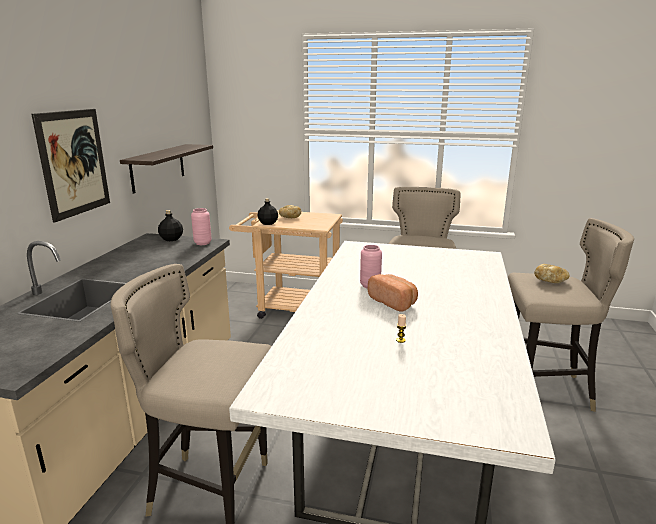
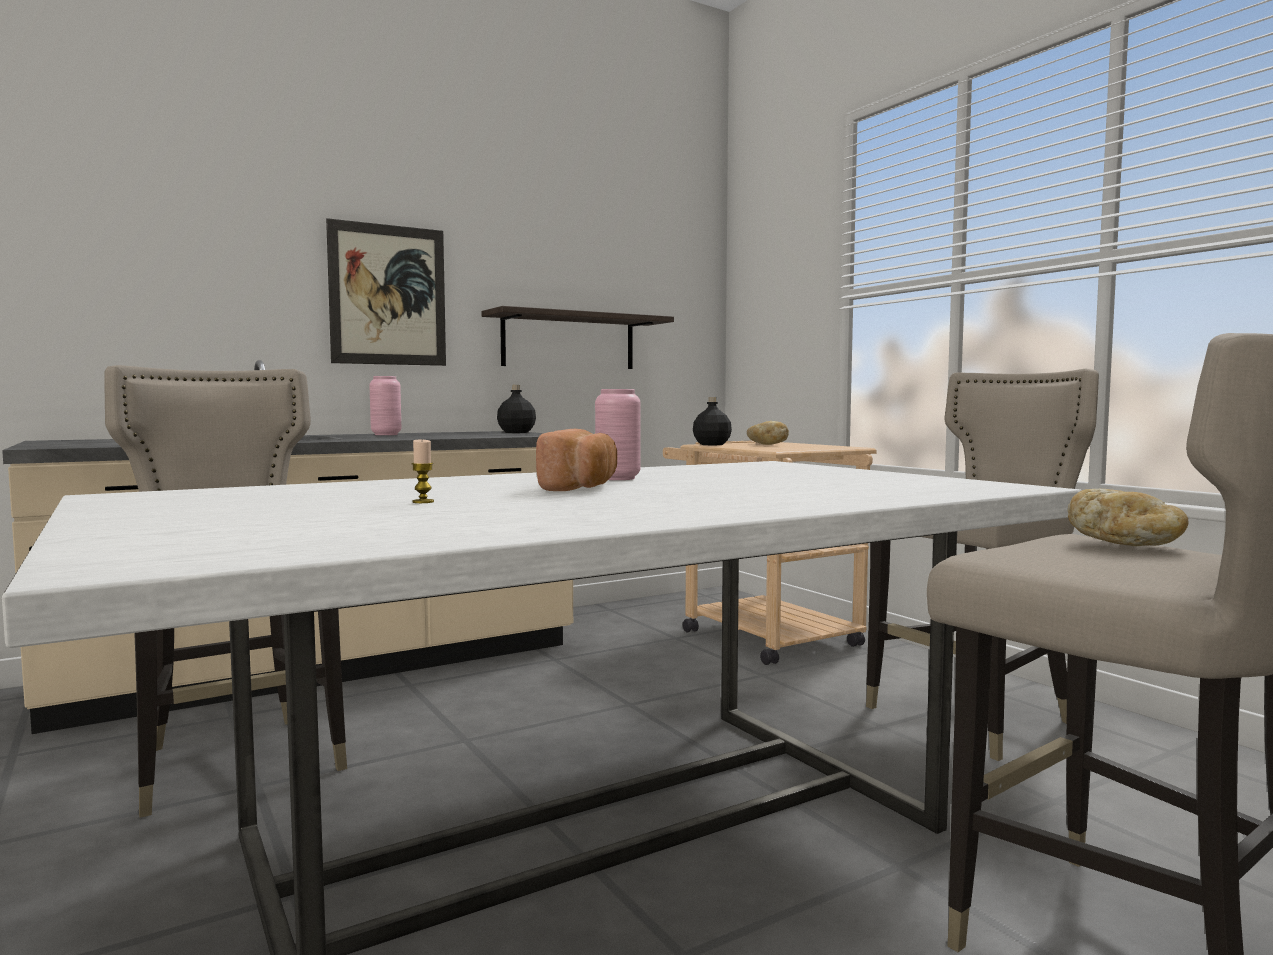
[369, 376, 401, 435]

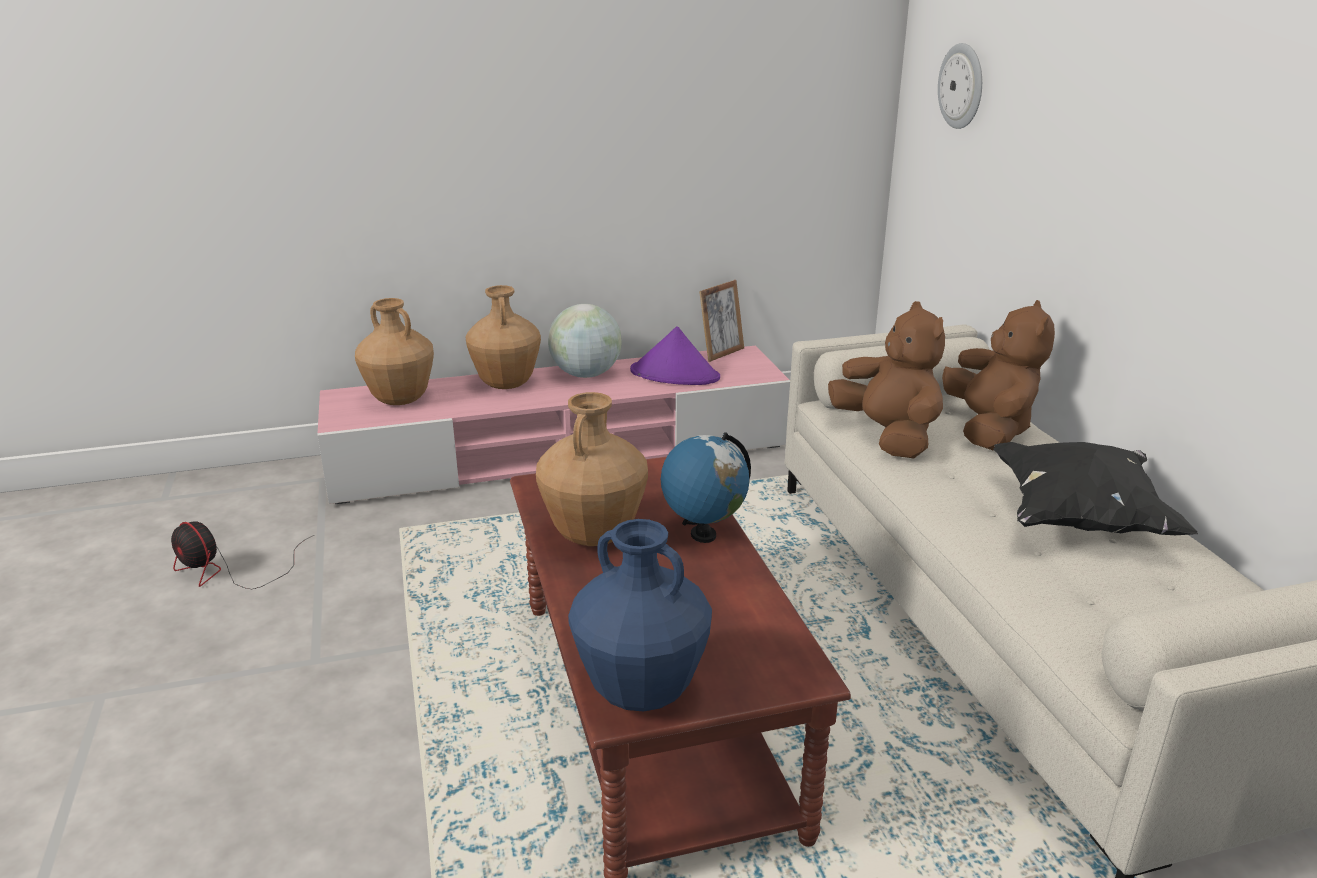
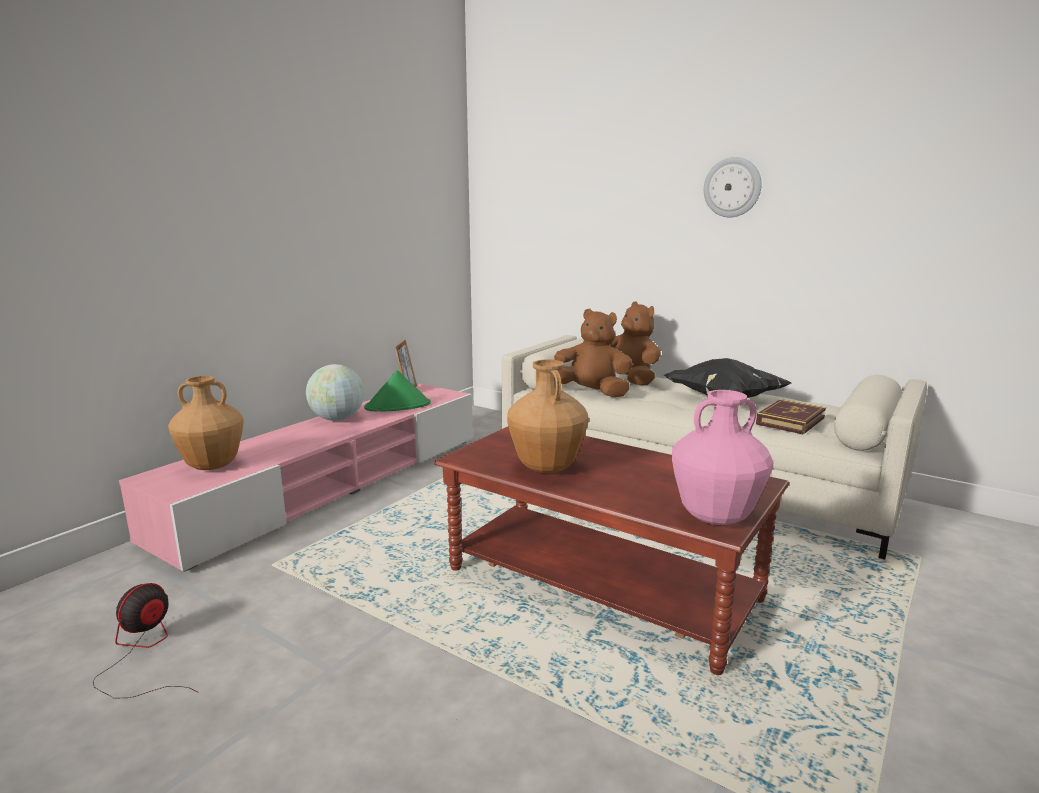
[93, 583, 197, 699]
[364, 370, 431, 411]
[672, 390, 774, 525]
[704, 157, 762, 217]
[756, 399, 826, 435]
[466, 285, 541, 389] (first image)
[661, 432, 751, 543] (first image)

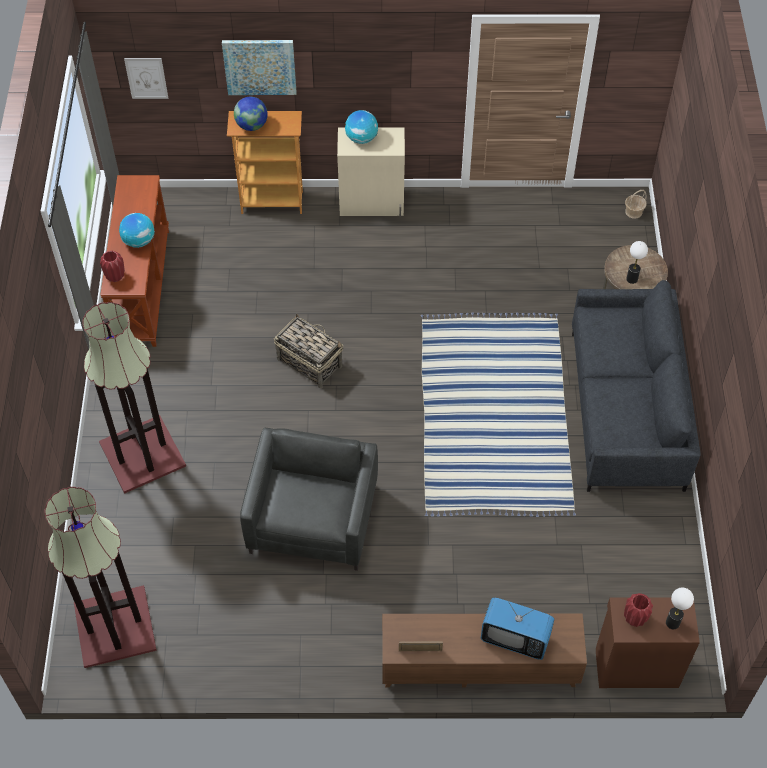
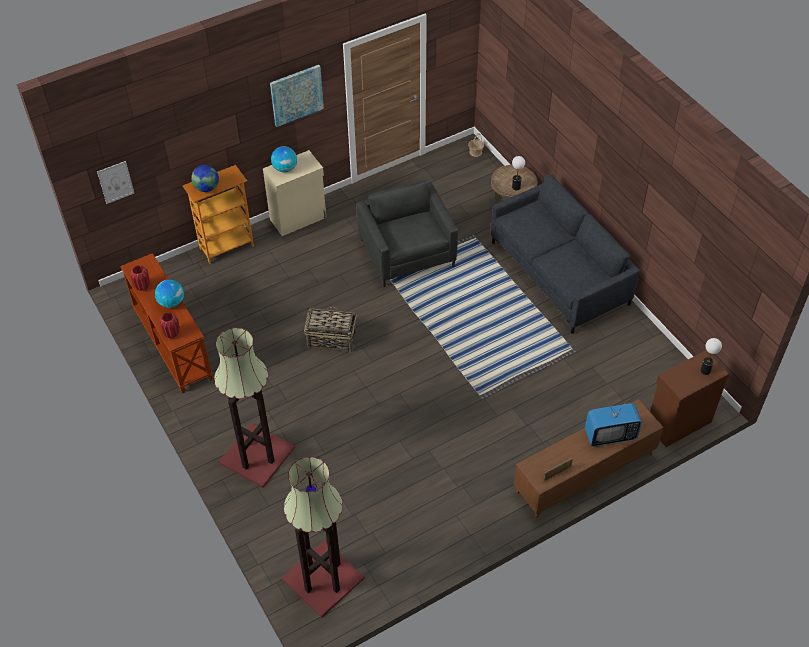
[130, 265, 150, 291]
[270, 65, 324, 127]
[357, 180, 458, 287]

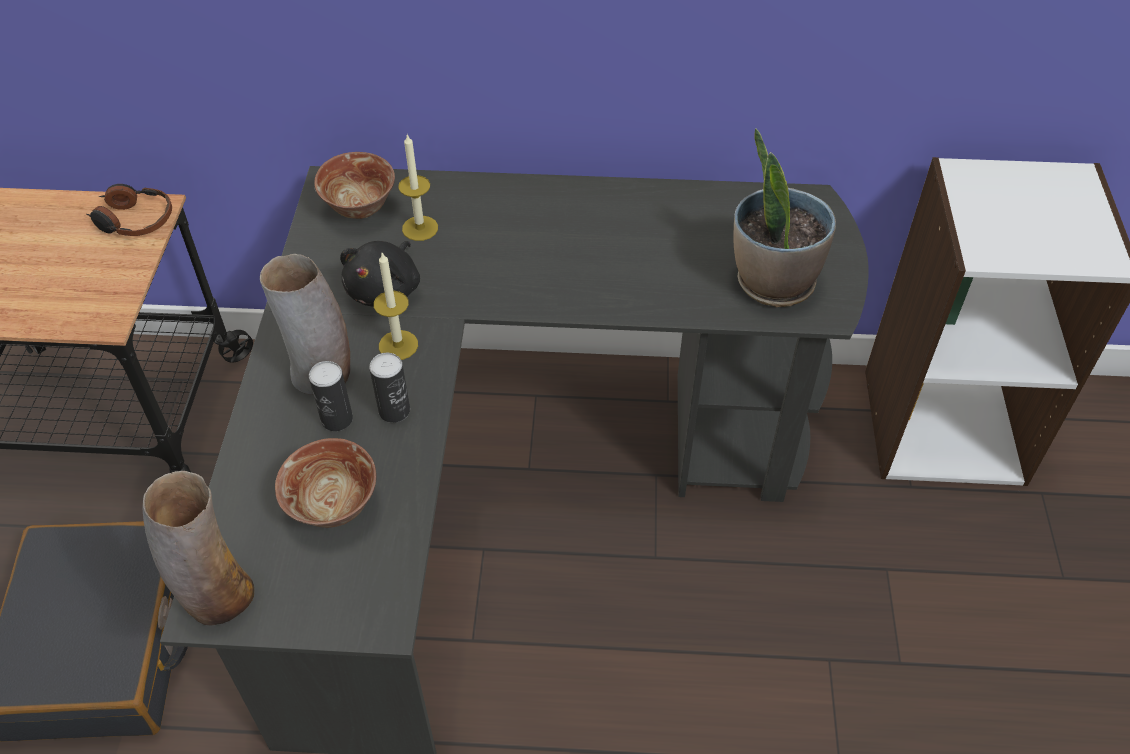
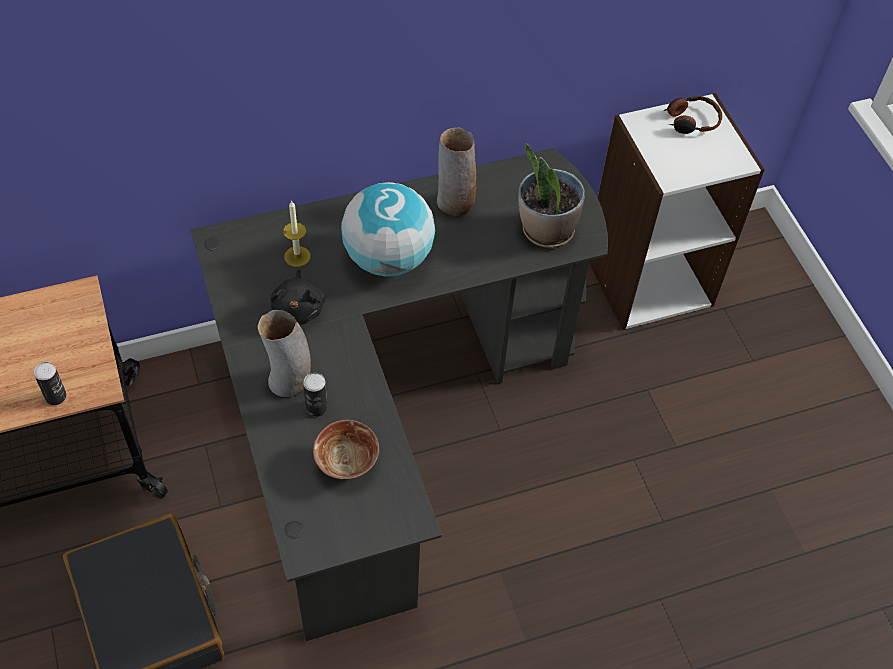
[34, 362, 67, 405]
[341, 182, 435, 277]
[437, 128, 476, 217]
[664, 96, 722, 134]
[314, 152, 395, 219] (first image)
[374, 253, 418, 360] (first image)

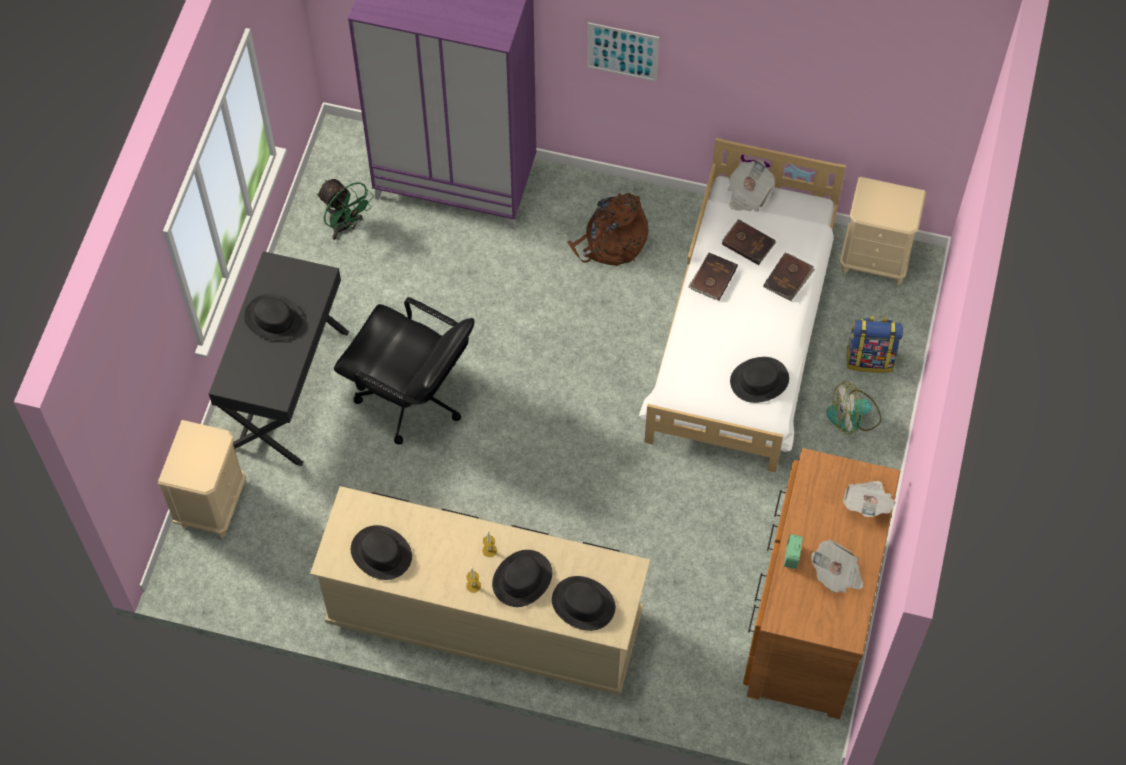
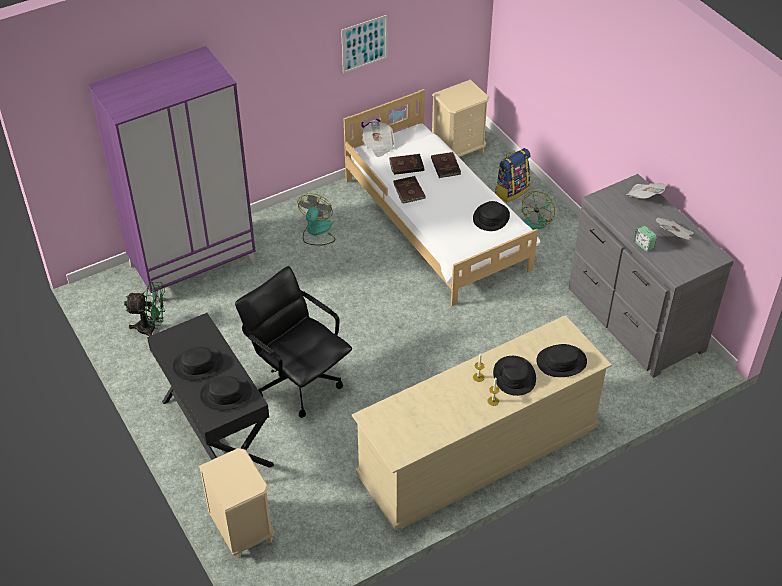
[200, 376, 252, 410]
[235, 266, 352, 418]
[297, 193, 335, 246]
[341, 15, 387, 73]
[569, 174, 734, 378]

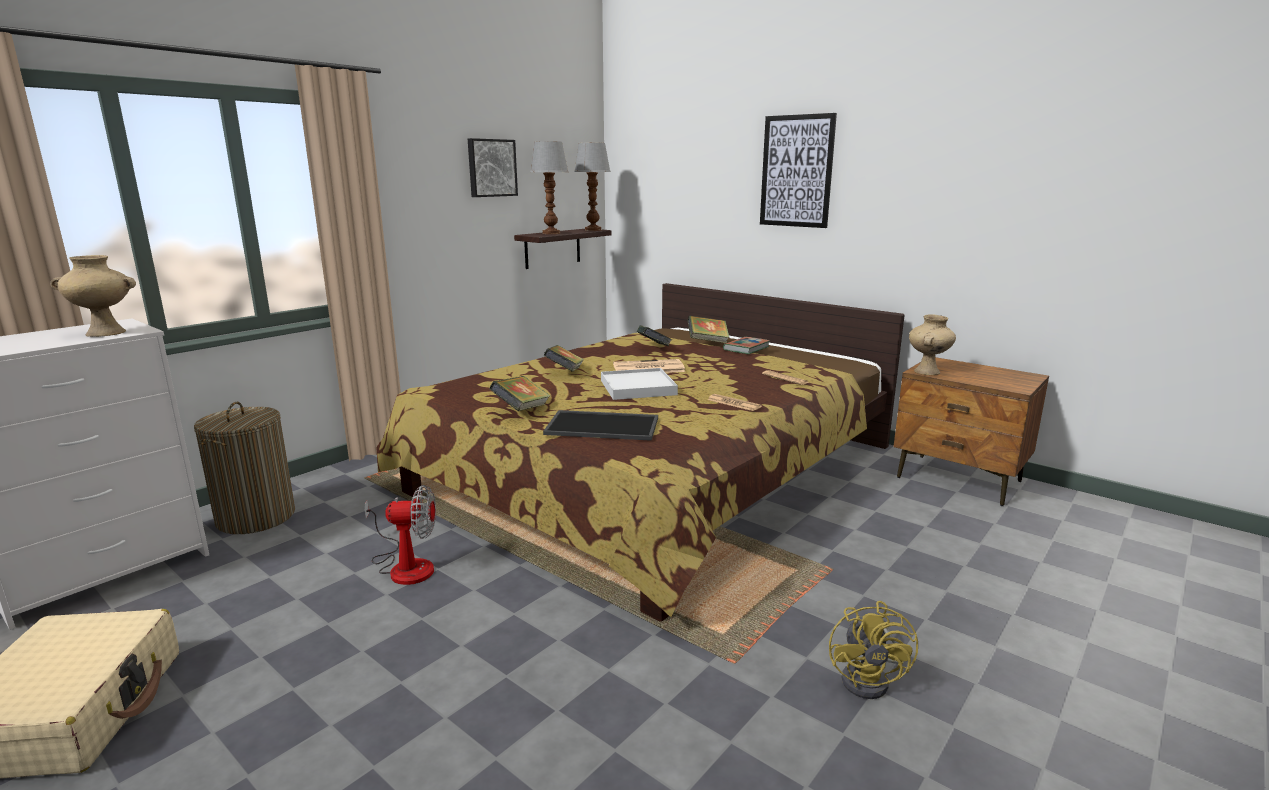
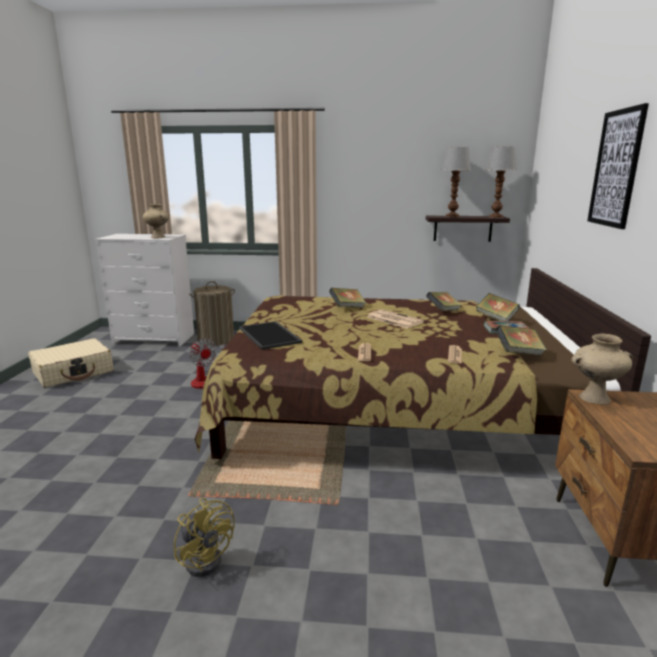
[174, 498, 235, 577]
[496, 325, 547, 356]
[468, 138, 518, 197] (first image)
[601, 368, 678, 400] (first image)

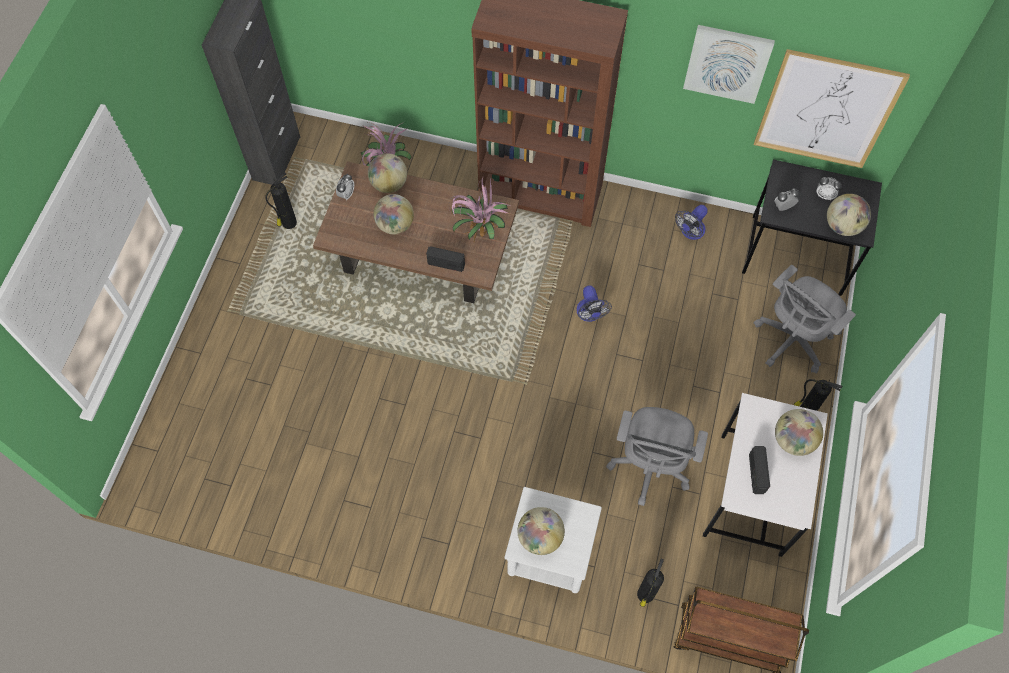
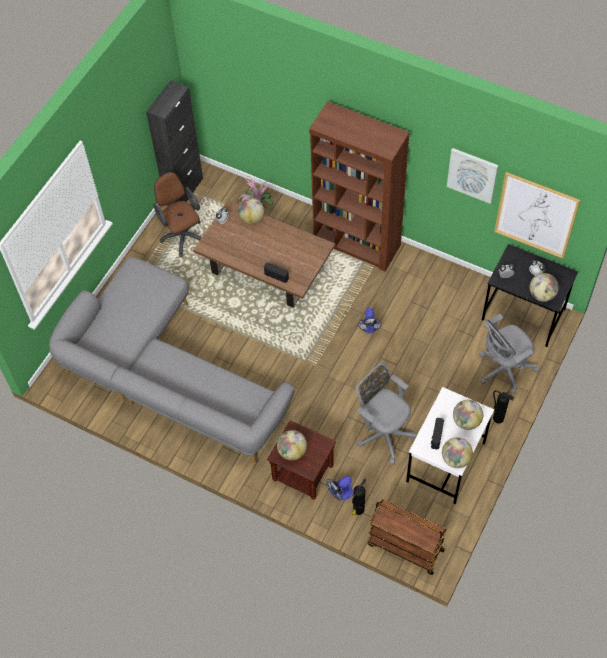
[49, 257, 295, 463]
[153, 172, 202, 257]
[267, 420, 336, 500]
[326, 476, 353, 501]
[356, 363, 417, 464]
[442, 437, 473, 468]
[449, 177, 510, 241] (first image)

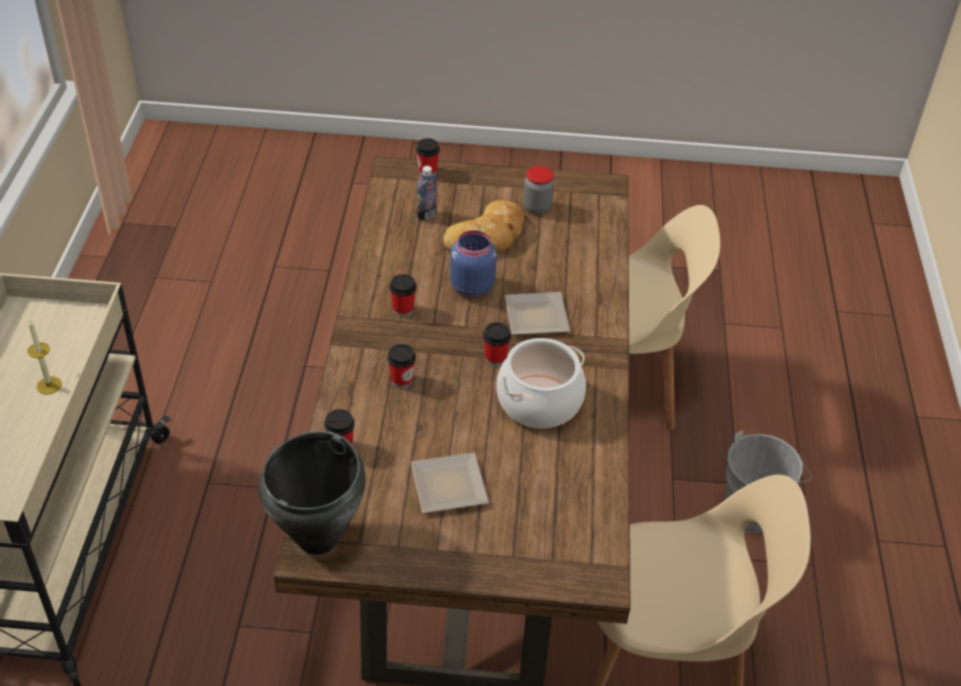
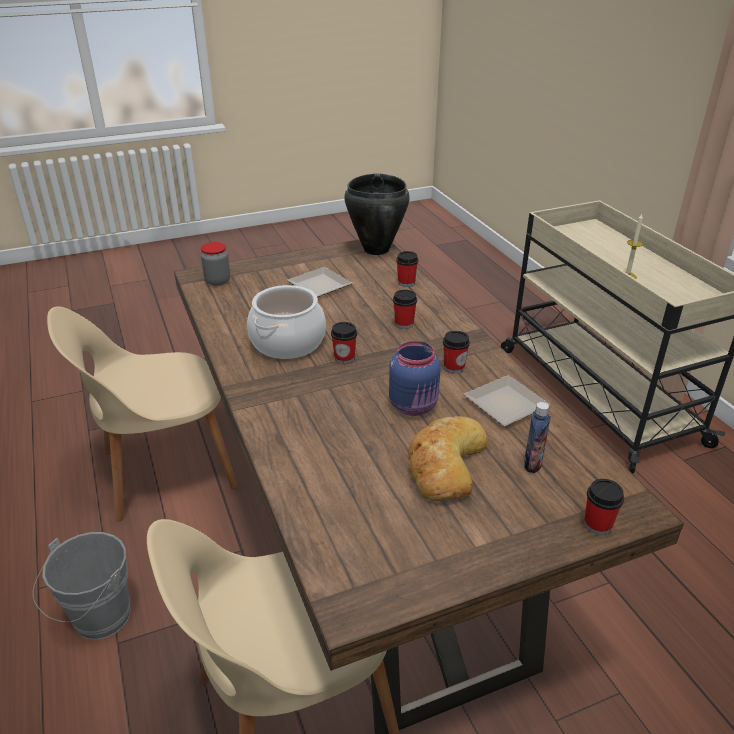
[201, 242, 230, 286]
[463, 375, 551, 427]

